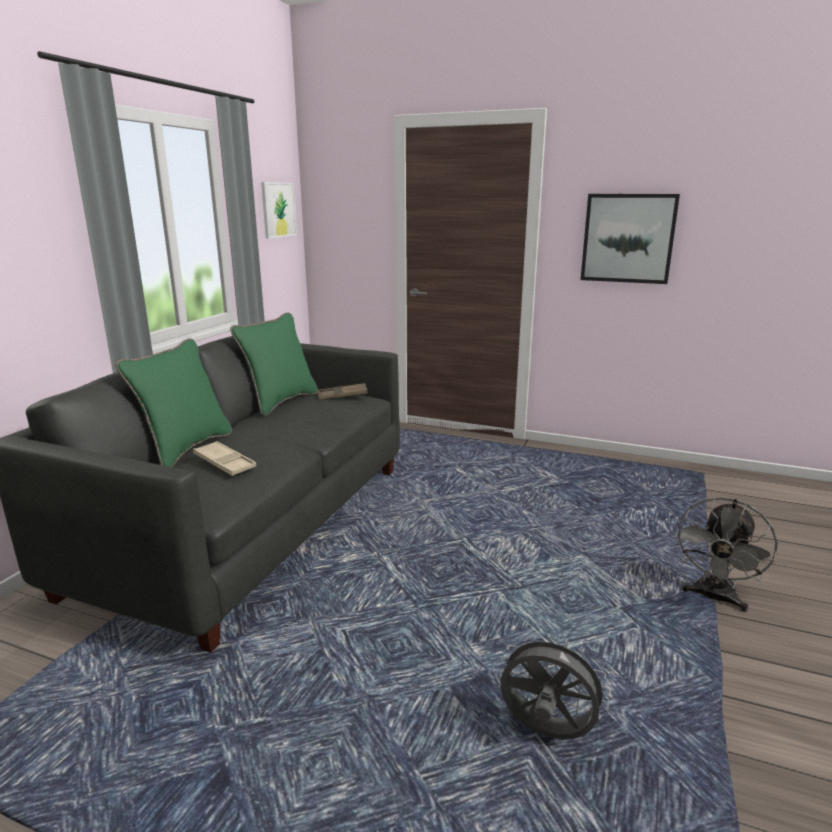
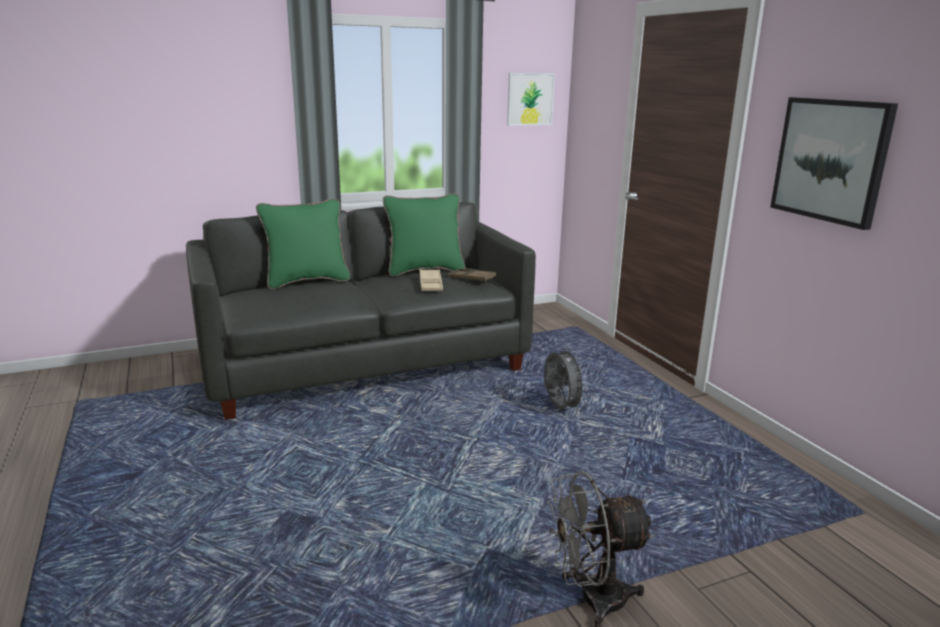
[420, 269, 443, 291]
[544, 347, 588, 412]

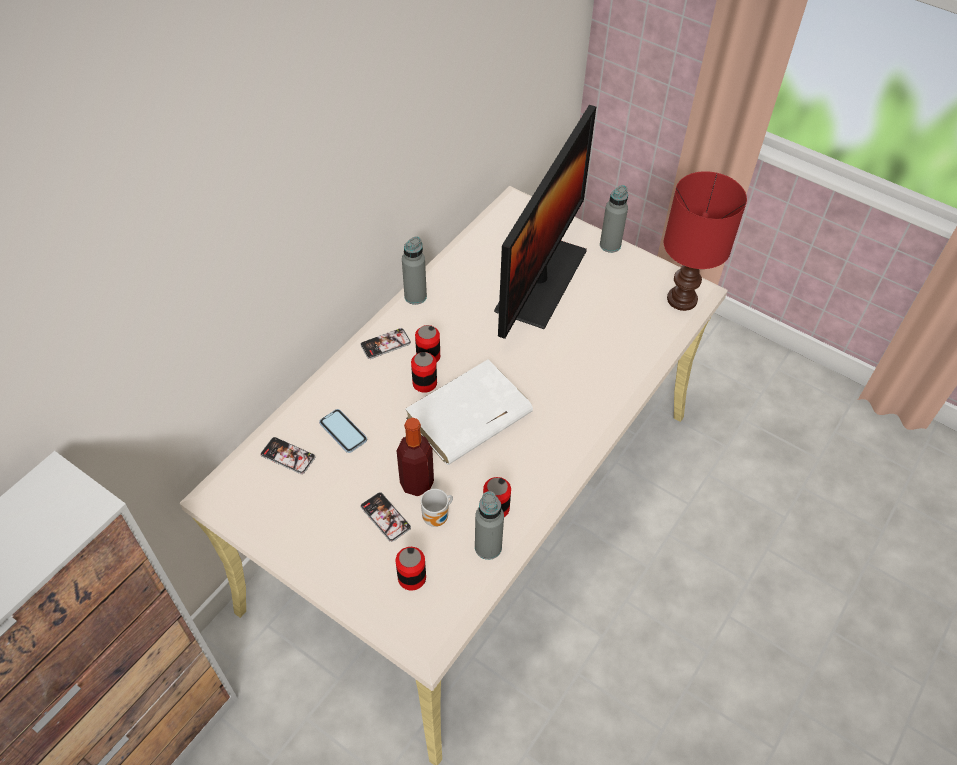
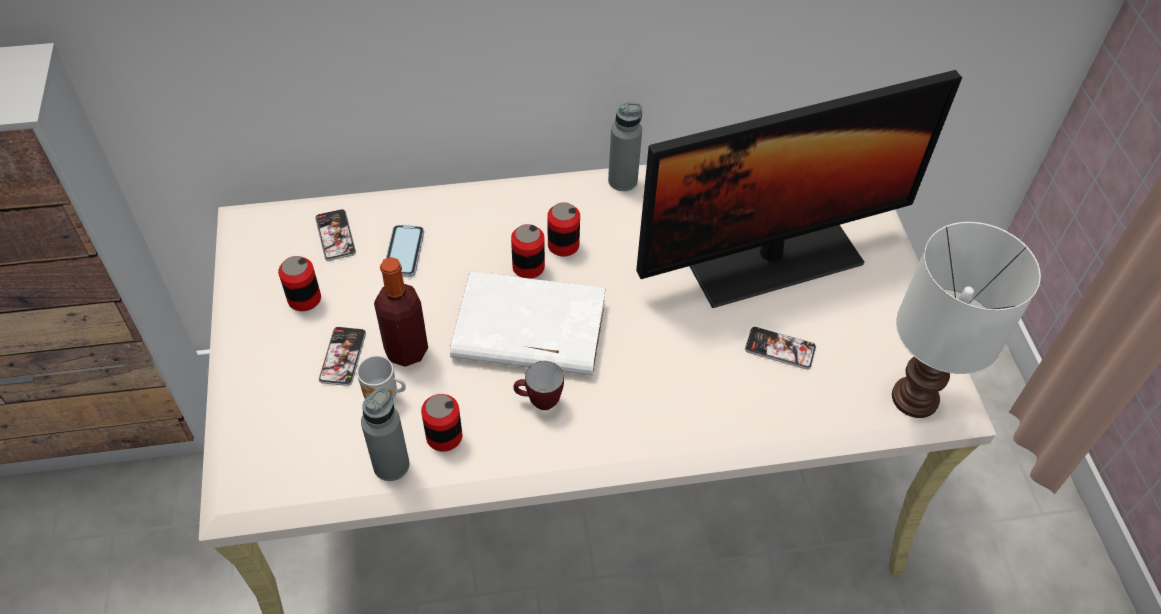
[278, 256, 321, 311]
[513, 361, 564, 410]
[745, 327, 816, 369]
[892, 222, 1041, 418]
[600, 185, 628, 253] (first image)

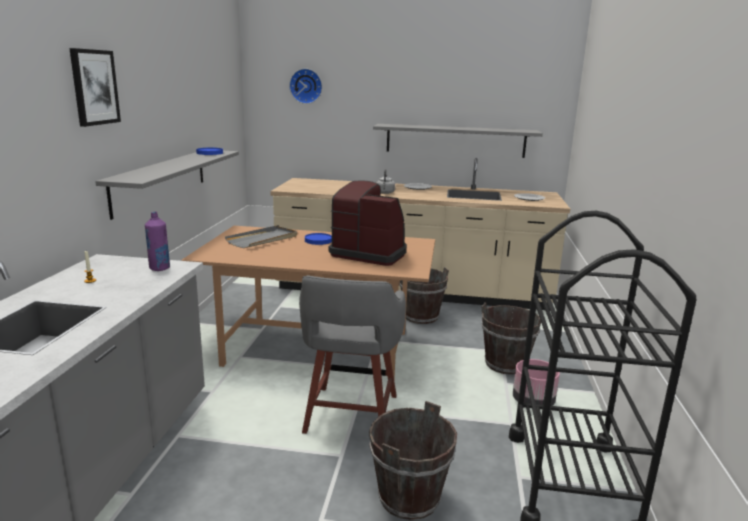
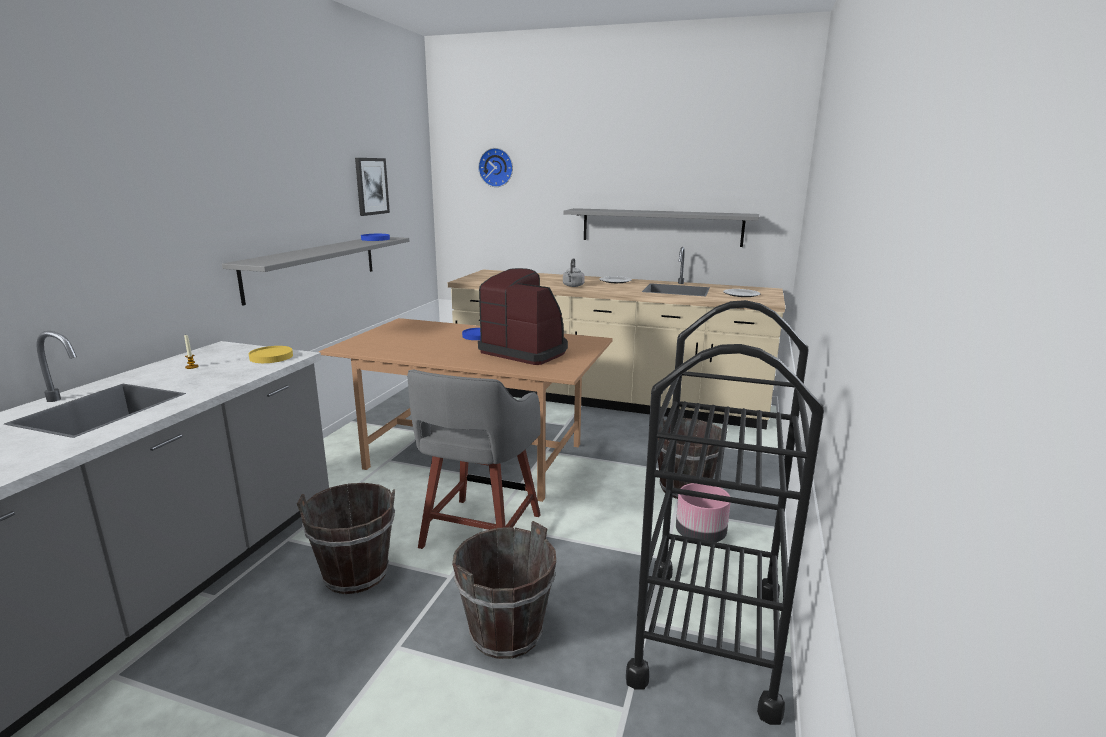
[249, 346, 293, 363]
[297, 483, 395, 594]
[355, 158, 390, 216]
[225, 226, 297, 248] (first image)

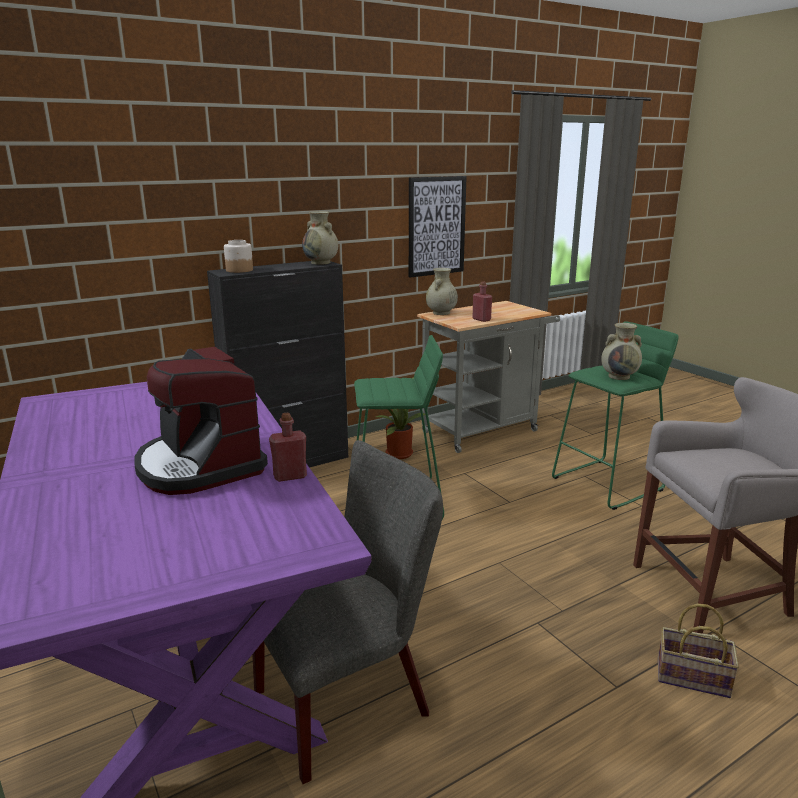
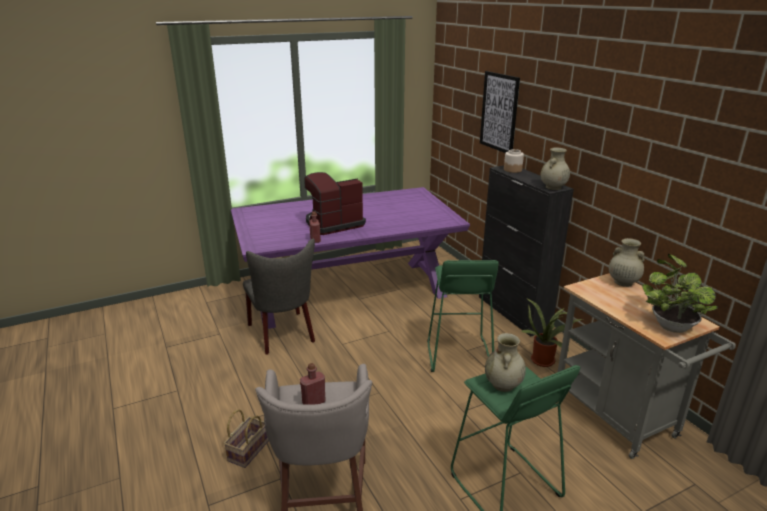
[300, 363, 326, 405]
[480, 71, 520, 153]
[642, 254, 718, 333]

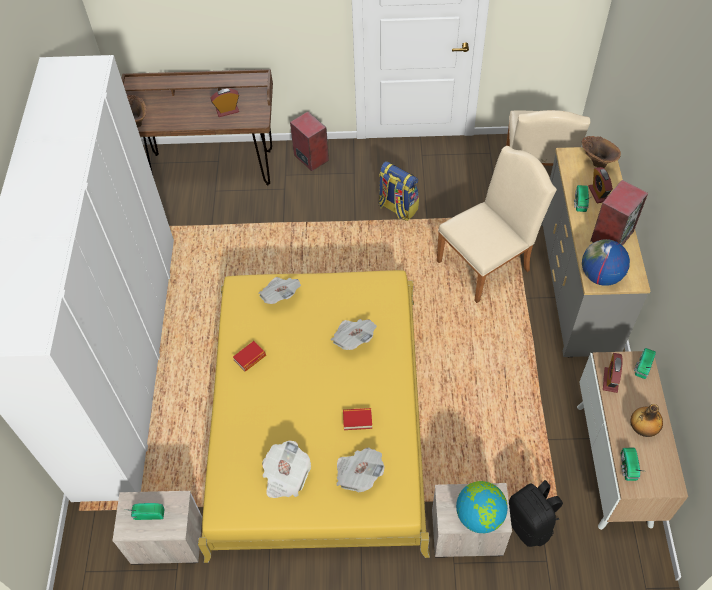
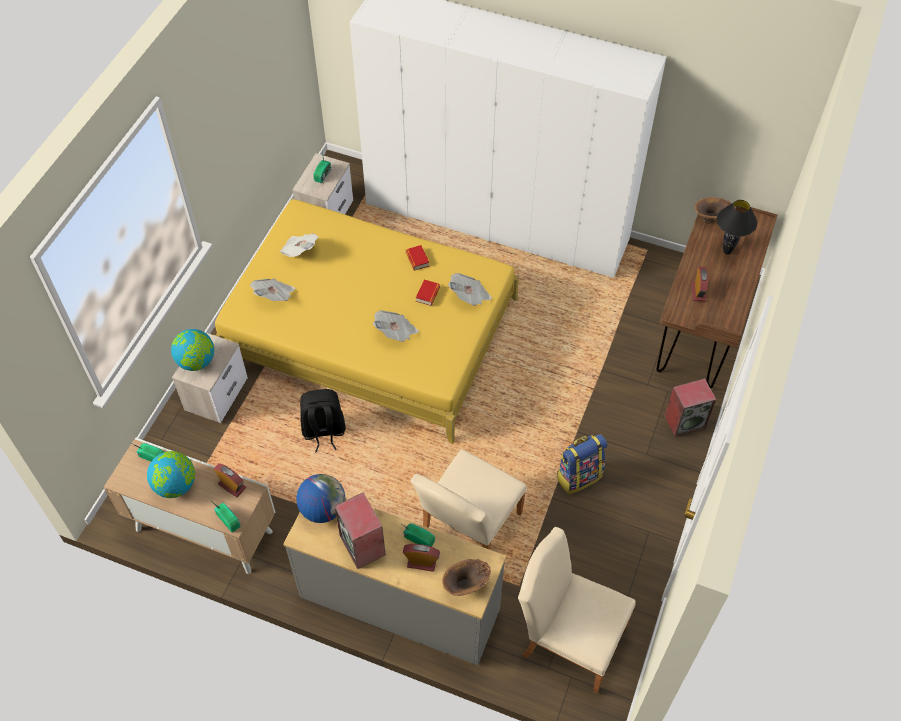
[147, 451, 195, 498]
[300, 389, 346, 453]
[411, 449, 527, 550]
[416, 280, 440, 306]
[717, 200, 757, 255]

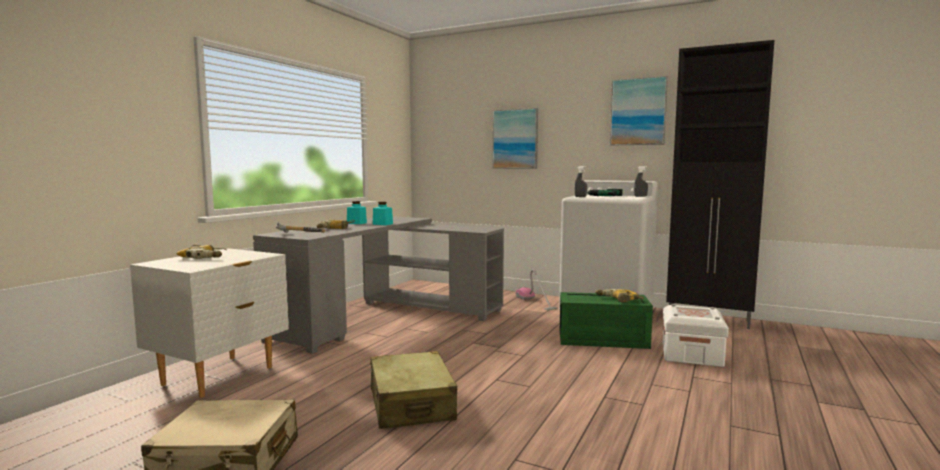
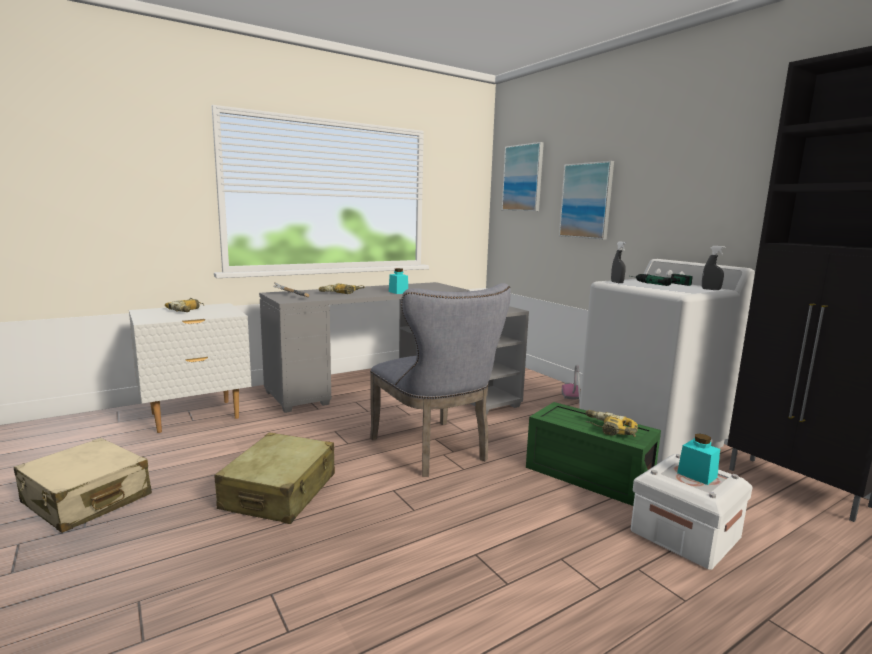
[370, 283, 511, 477]
[502, 142, 544, 211]
[677, 434, 720, 485]

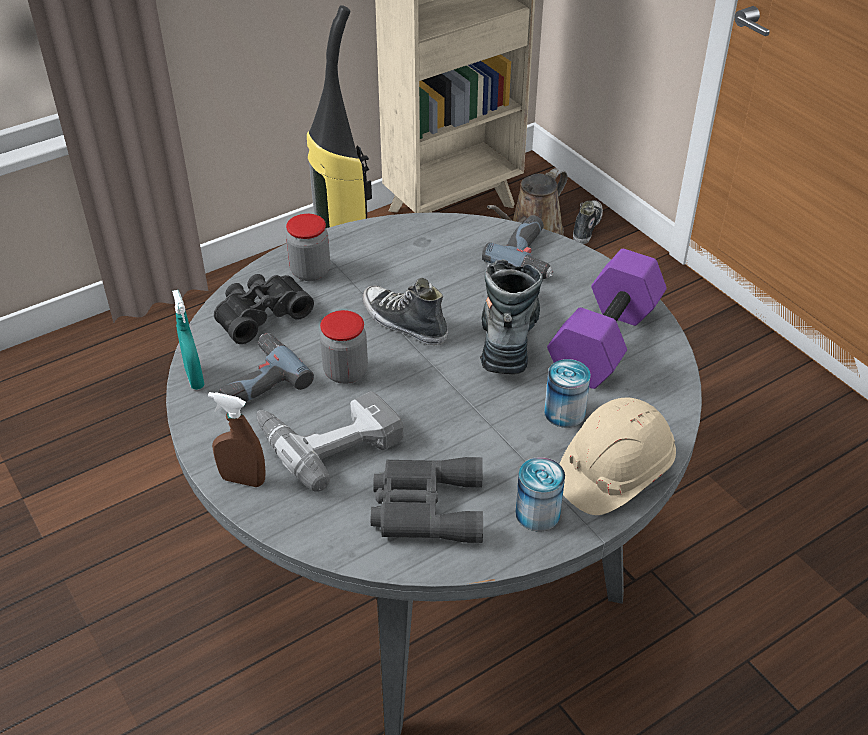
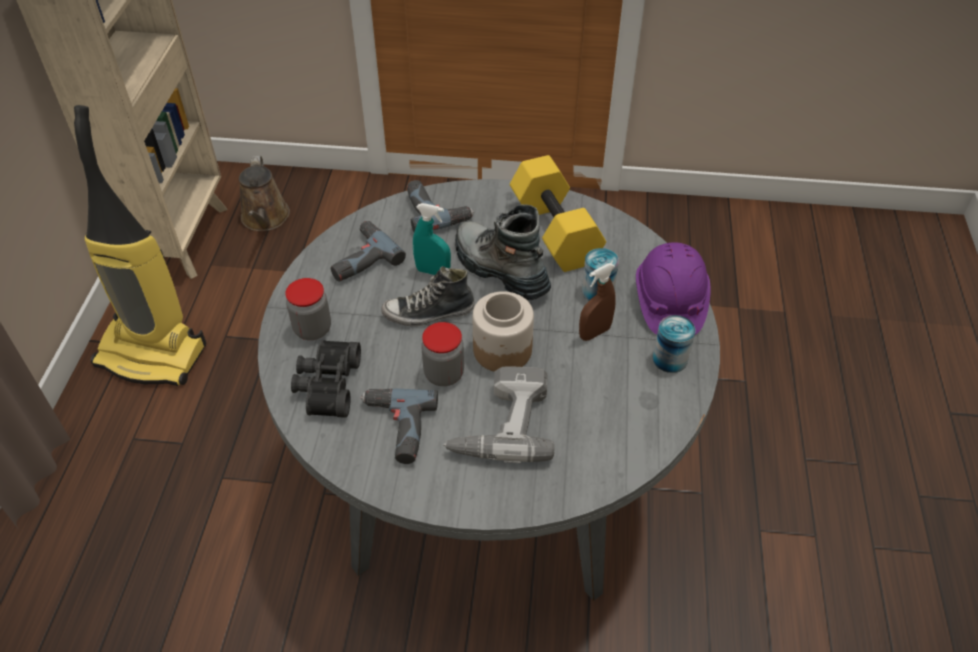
[331, 221, 406, 281]
[413, 203, 451, 275]
[473, 291, 534, 372]
[510, 155, 606, 272]
[579, 263, 616, 341]
[636, 242, 710, 335]
[371, 457, 483, 543] (first image)
[573, 200, 603, 244] (first image)

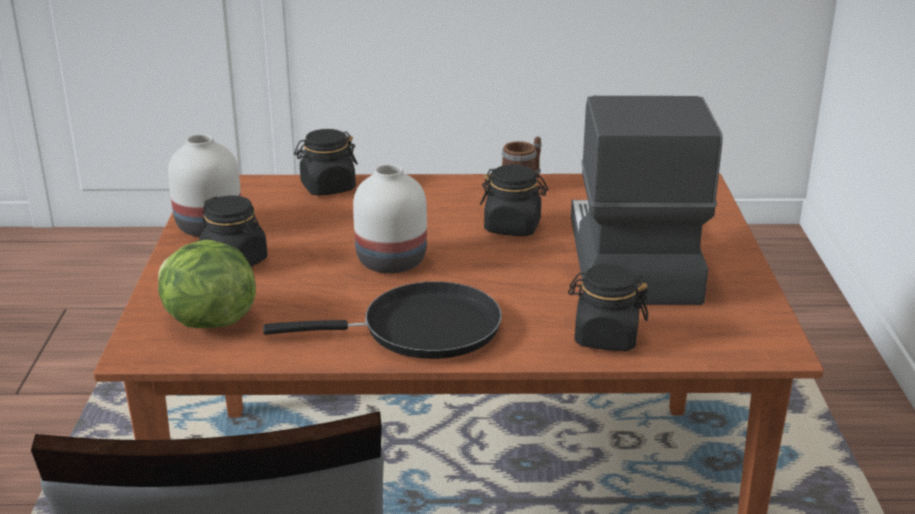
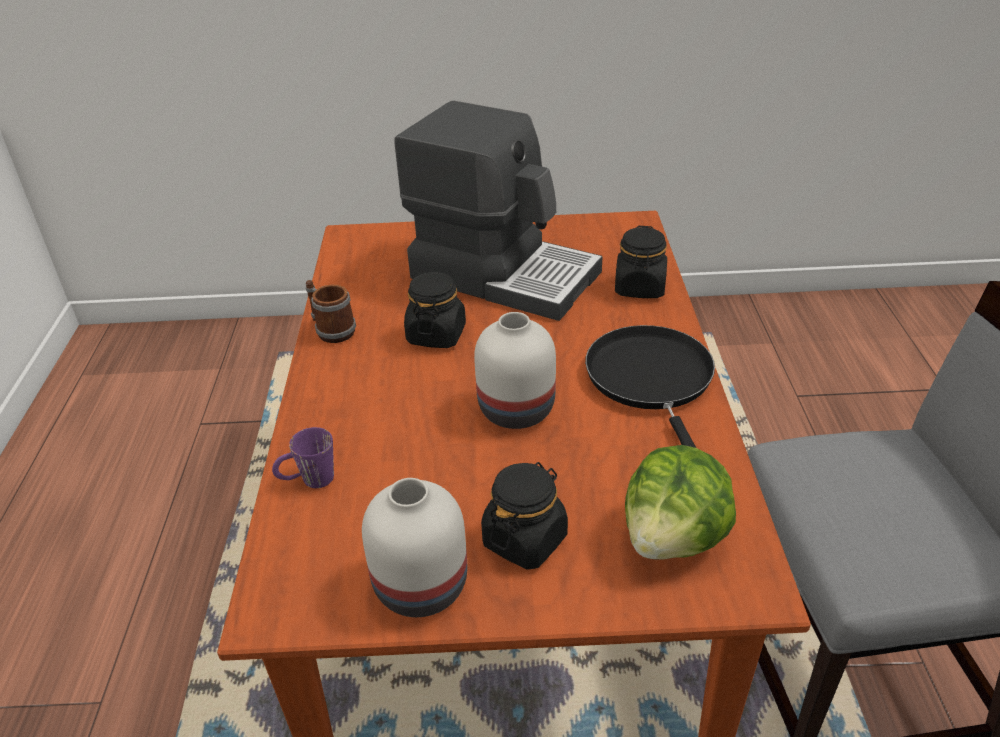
[272, 427, 334, 488]
[395, 100, 602, 321]

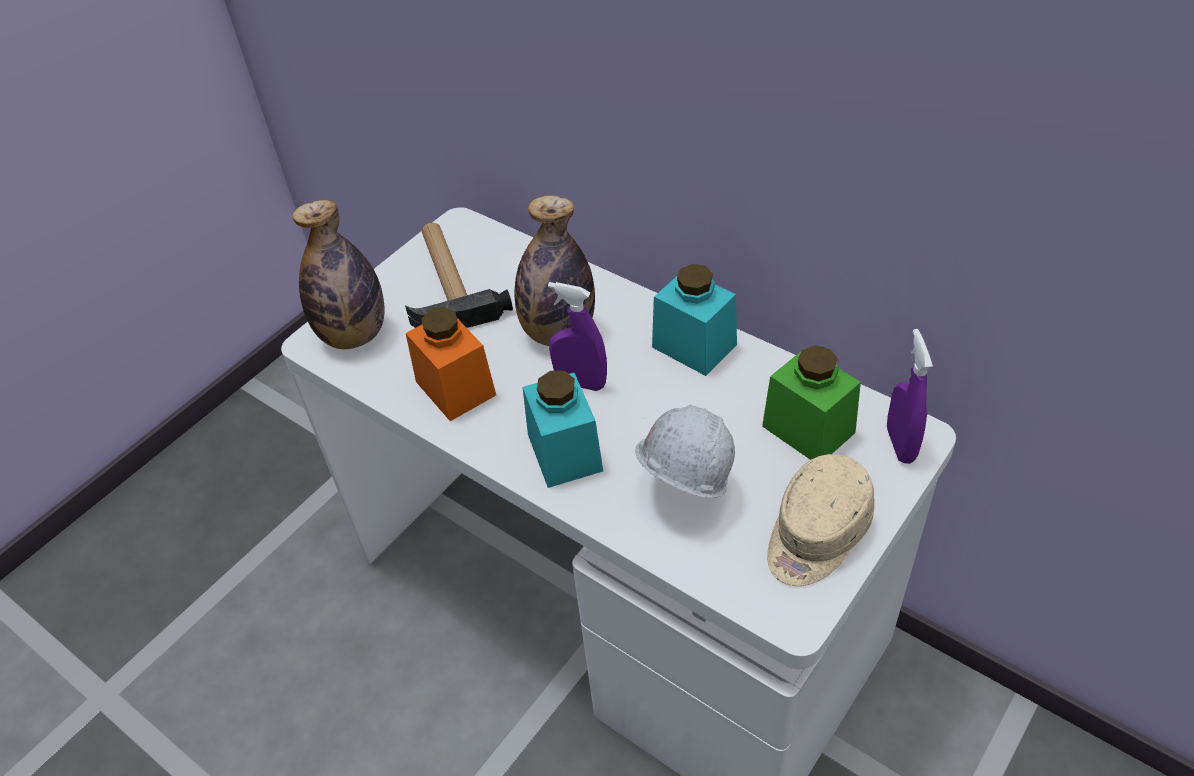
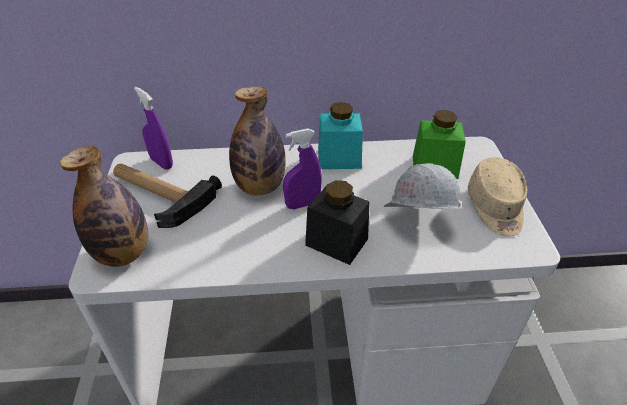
[134, 87, 173, 170]
[305, 180, 370, 265]
[406, 307, 496, 421] (first image)

